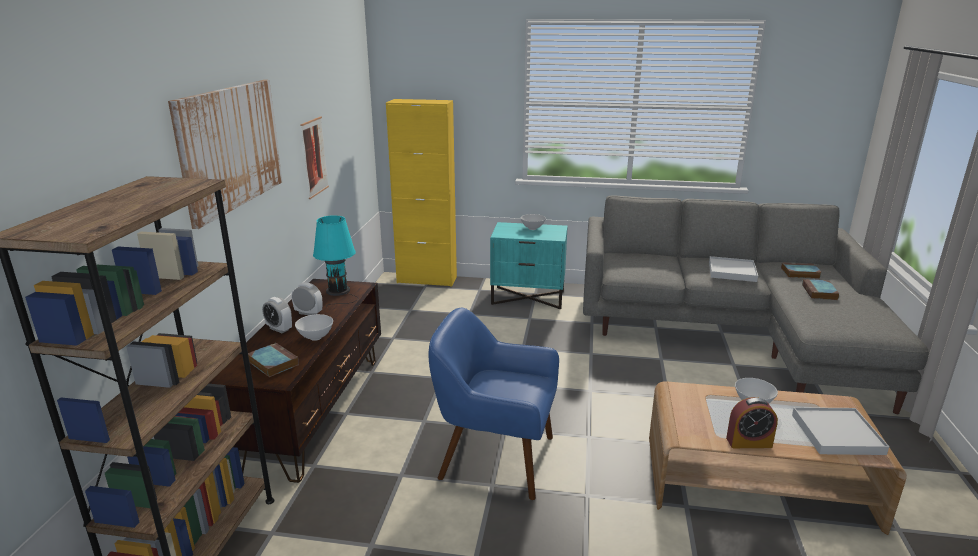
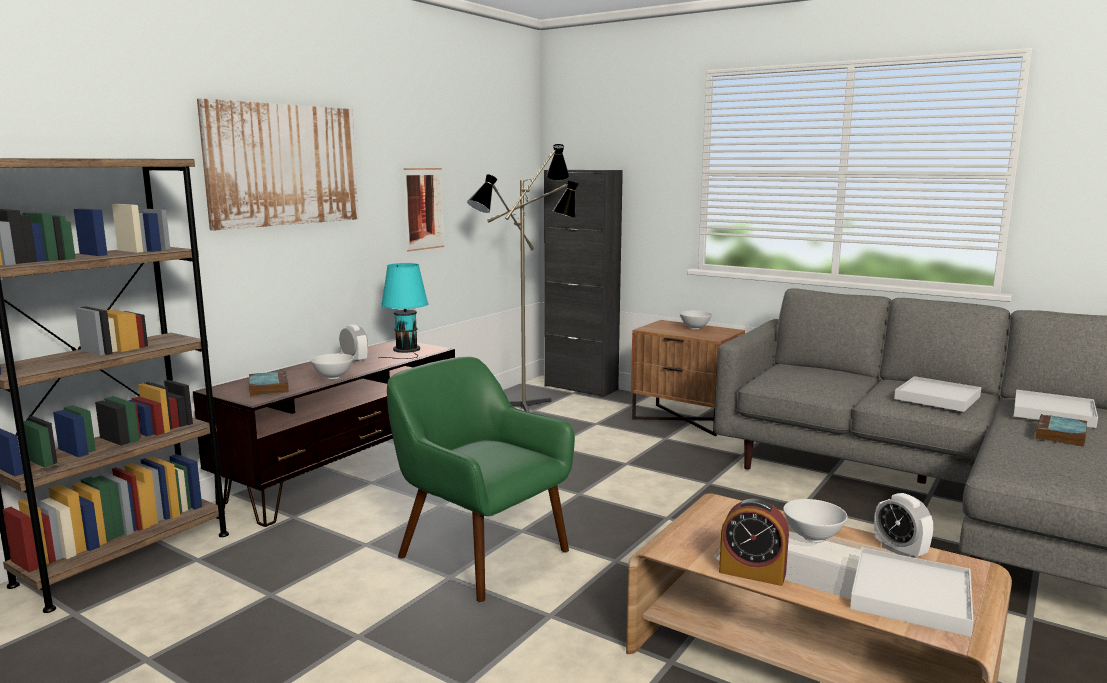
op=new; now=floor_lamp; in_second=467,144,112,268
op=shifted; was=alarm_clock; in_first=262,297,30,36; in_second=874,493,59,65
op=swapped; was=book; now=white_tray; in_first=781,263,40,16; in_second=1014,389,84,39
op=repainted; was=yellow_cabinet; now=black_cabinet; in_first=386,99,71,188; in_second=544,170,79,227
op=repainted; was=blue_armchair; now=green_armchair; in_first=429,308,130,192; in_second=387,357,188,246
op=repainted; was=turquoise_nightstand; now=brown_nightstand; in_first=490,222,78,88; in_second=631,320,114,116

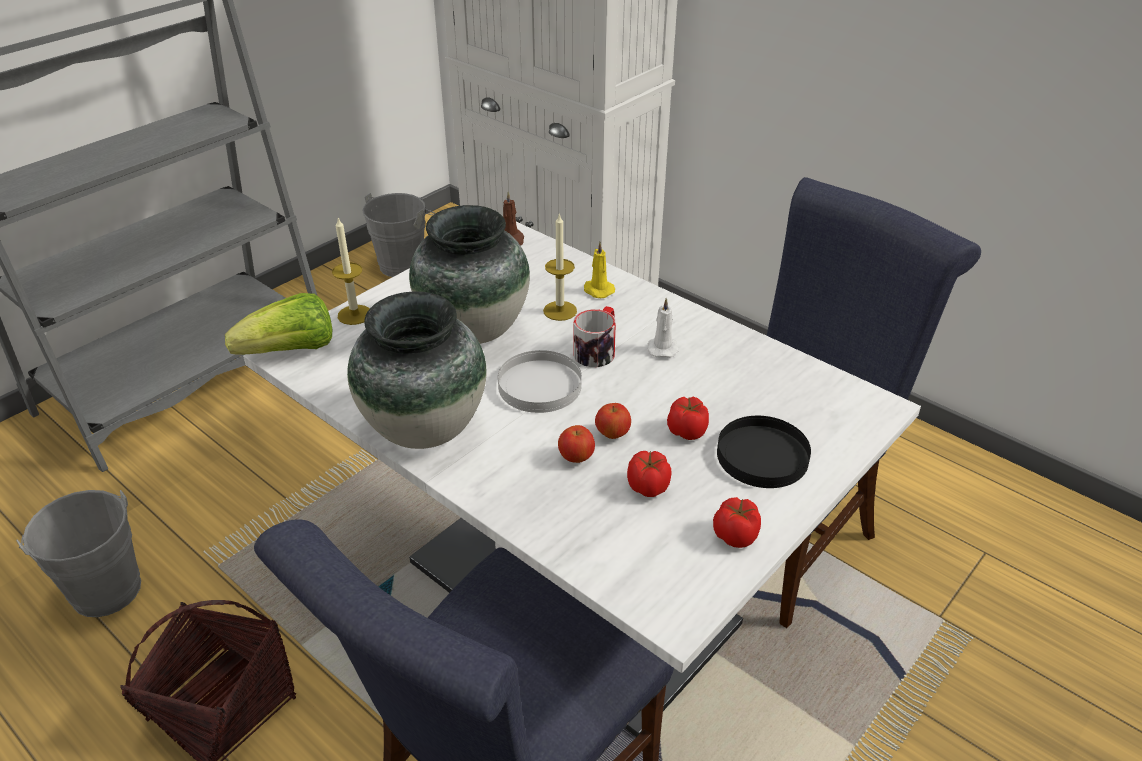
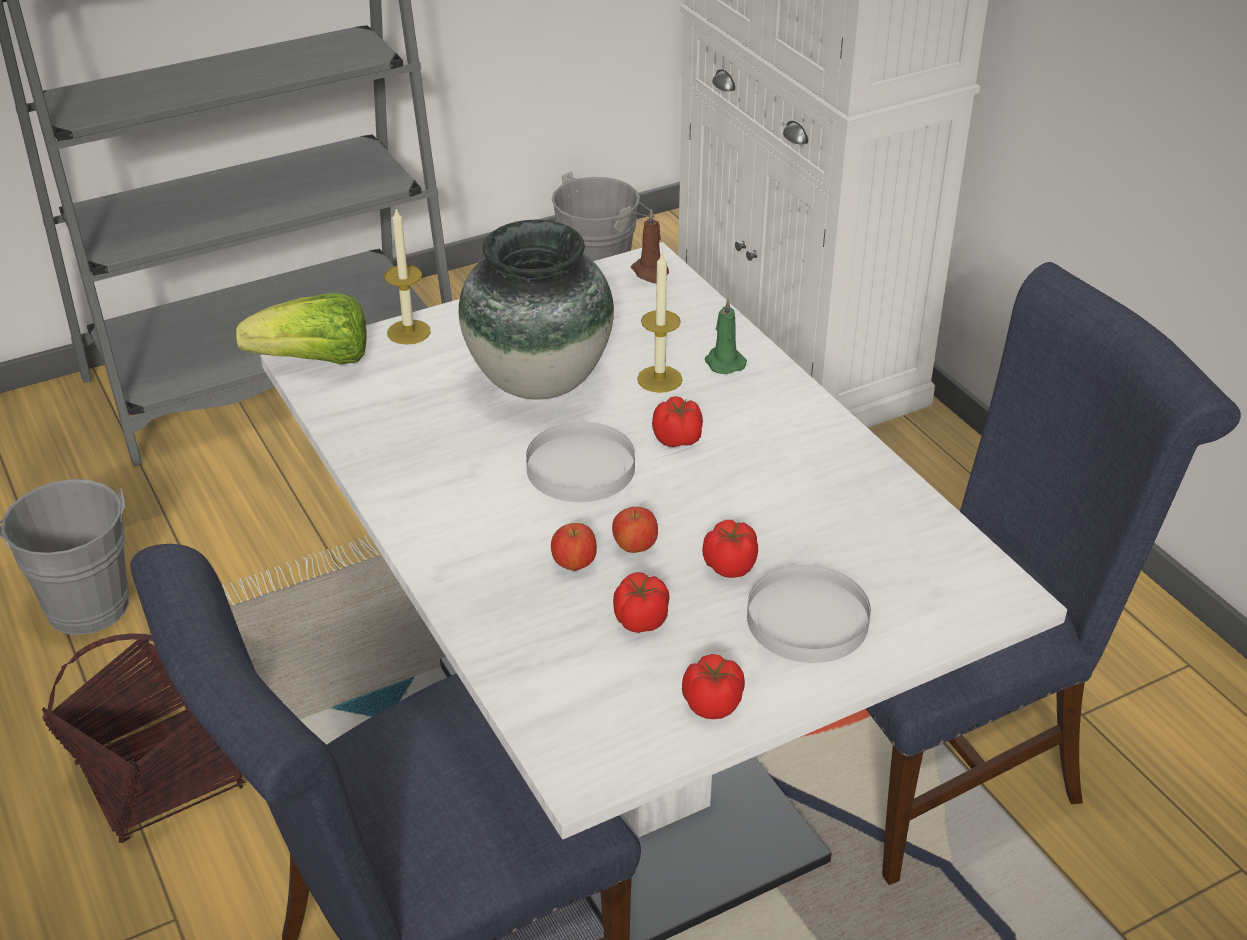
op=gone; was=vase; in_first=347,291,139,158
op=gone; was=white_candle; in_first=647,297,32,61
op=swapped; was=mug; now=tomato; in_first=574,306,42,61; in_second=652,396,51,51
op=repainted; was=yellow_candle; now=green_candle; in_first=584,242,31,56; in_second=705,298,42,76
op=repainted; was=black_plate; now=white_plate; in_first=717,416,94,72; in_second=747,565,124,98

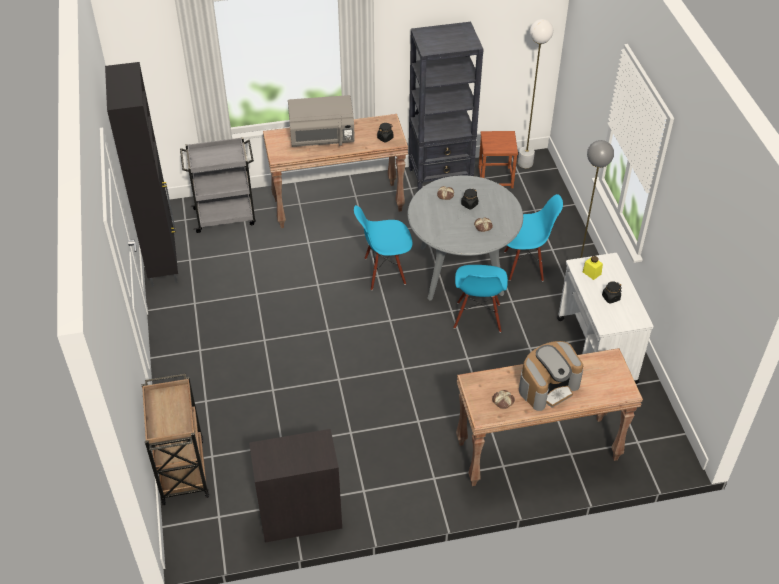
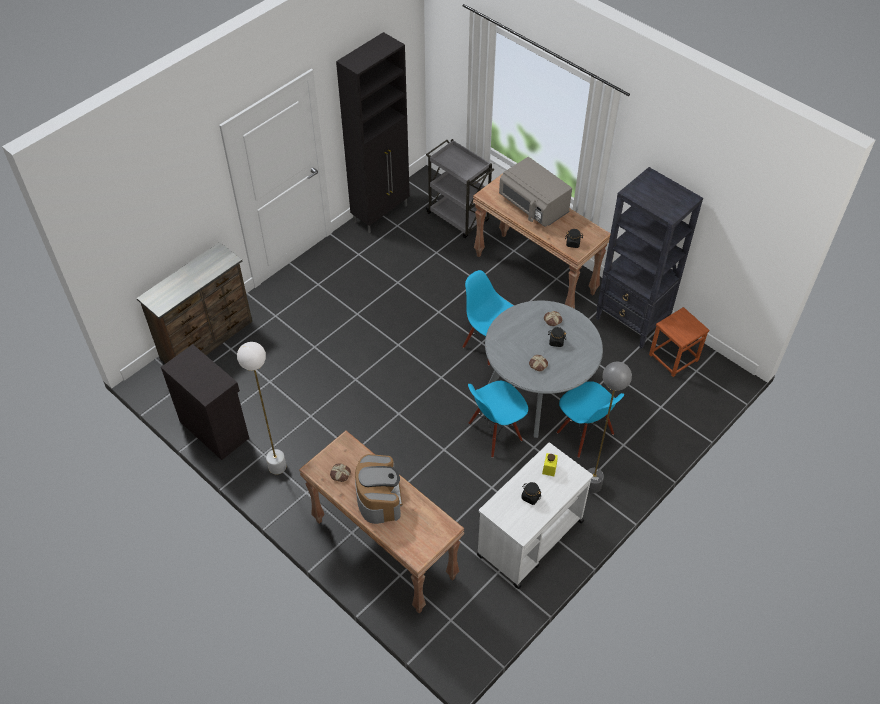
op=shifted; was=white_floor_lamp; in_first=518,19,35,149; in_second=237,342,49,132
op=swapped; was=brown_cart; now=brown_dresser; in_first=142,374,67,131; in_second=137,242,115,122
op=rotated; was=coffee_machine; in_first=519,341,64,70; in_second=355,454,48,70; clockwise=-120

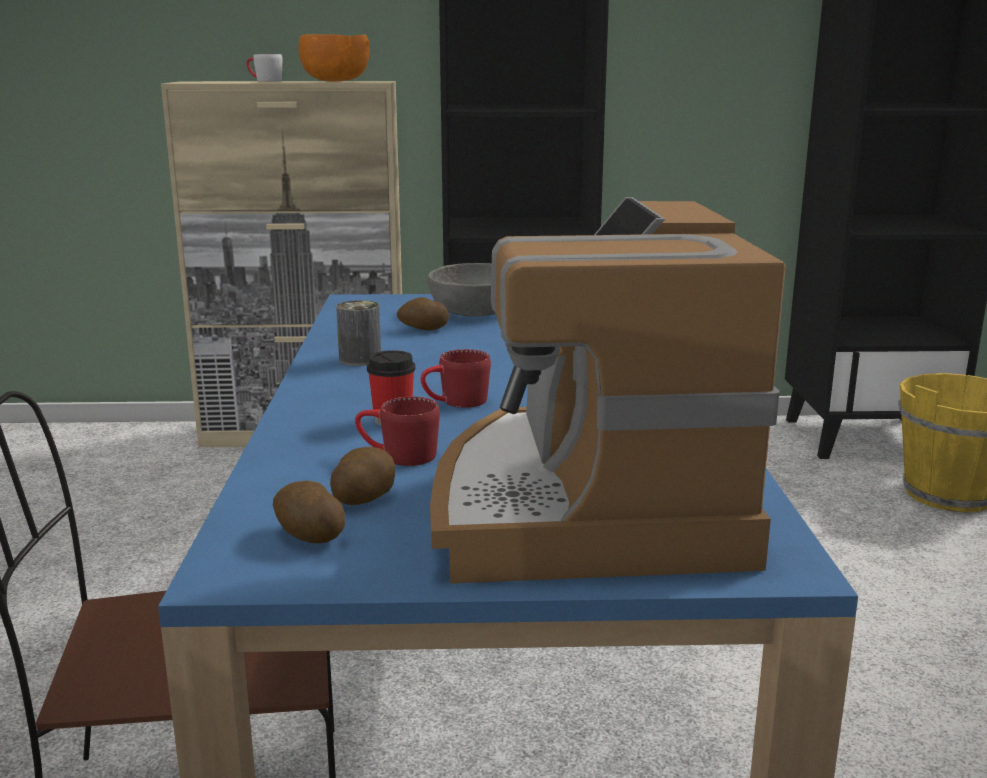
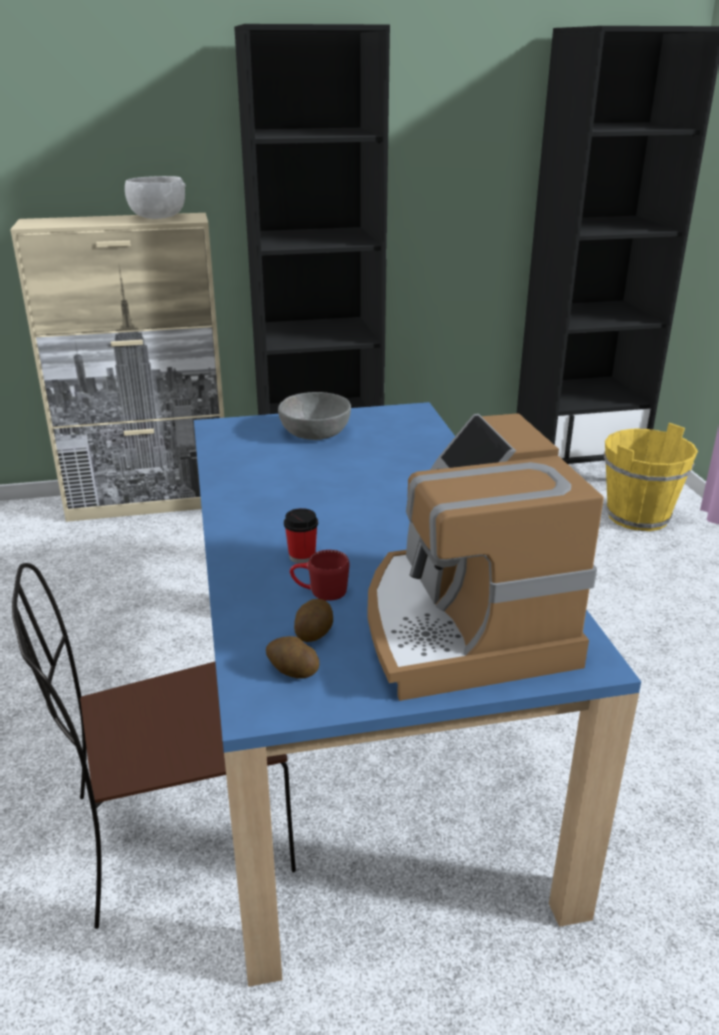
op=gone; was=white_mug; in_first=246,54,36,28
op=gone; was=can; in_first=336,300,45,66
op=gone; was=potato; in_first=397,297,52,34
op=gone; was=red_mug; in_first=421,349,70,59
op=repainted; was=orange_bowl; now=white_bowl; in_first=298,34,72,47; in_second=125,176,61,43

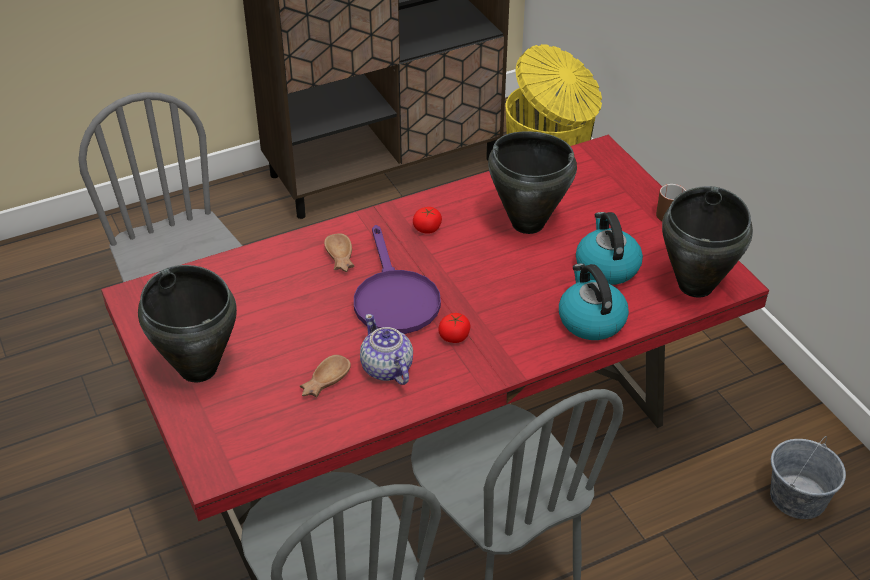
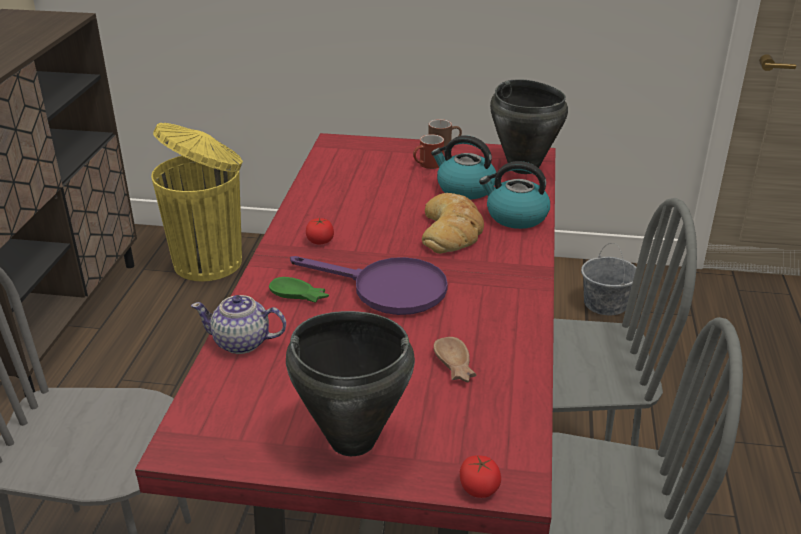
op=gone; was=black_cooking_pot; in_first=488,131,89,103
op=new; now=red_mug; in_second=413,134,31,35
op=new; now=bread; in_second=422,193,62,61
op=shifted; was=teapot; in_first=360,314,53,71; in_second=191,295,95,59
op=shifted; was=tomato; in_first=439,313,31,30; in_second=460,455,41,43
op=repainted; was=brown_bowl; now=green_bowl; in_first=324,233,31,39; in_second=269,277,60,25

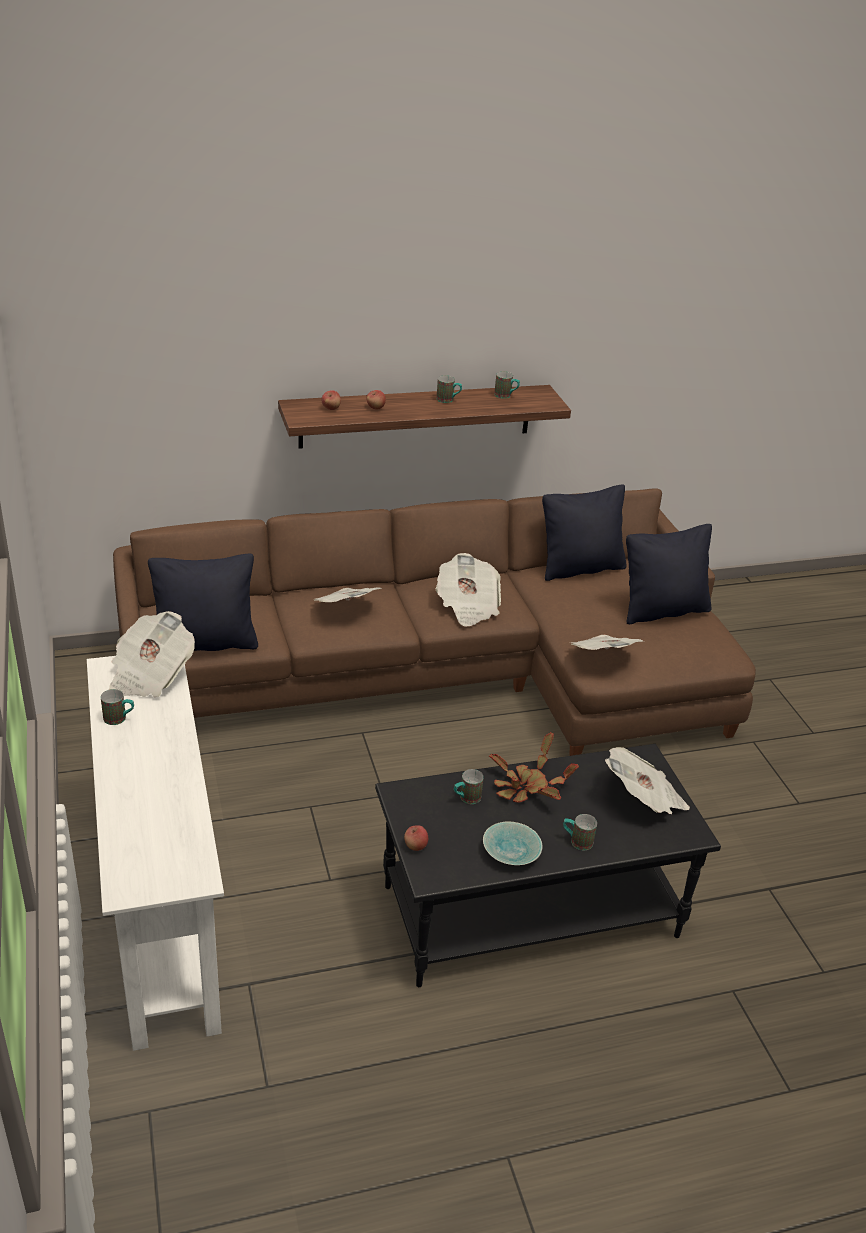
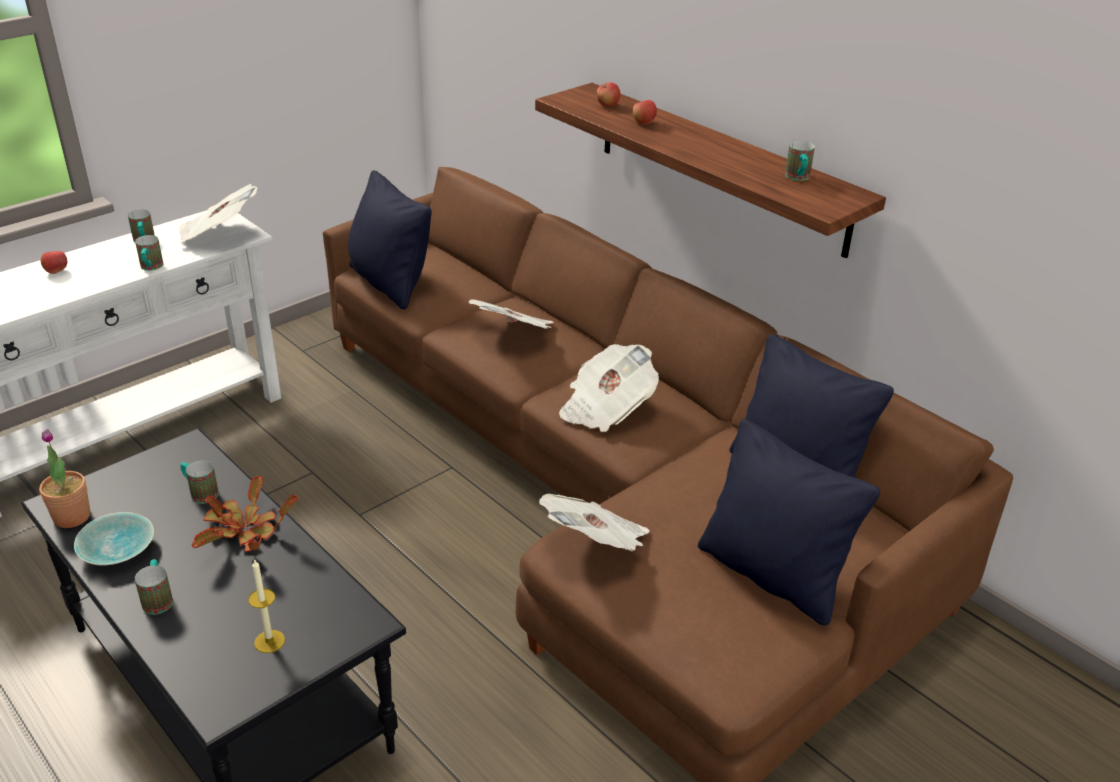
op=new; now=potted_plant; in_second=39,429,51,99
op=shifted; was=apple; in_first=404,825,24,26; in_second=41,251,26,23
op=shifted; was=mug; in_first=436,375,26,28; in_second=135,235,29,36
op=swapped; was=newspaper; now=candle; in_first=605,747,85,67; in_second=248,559,37,94

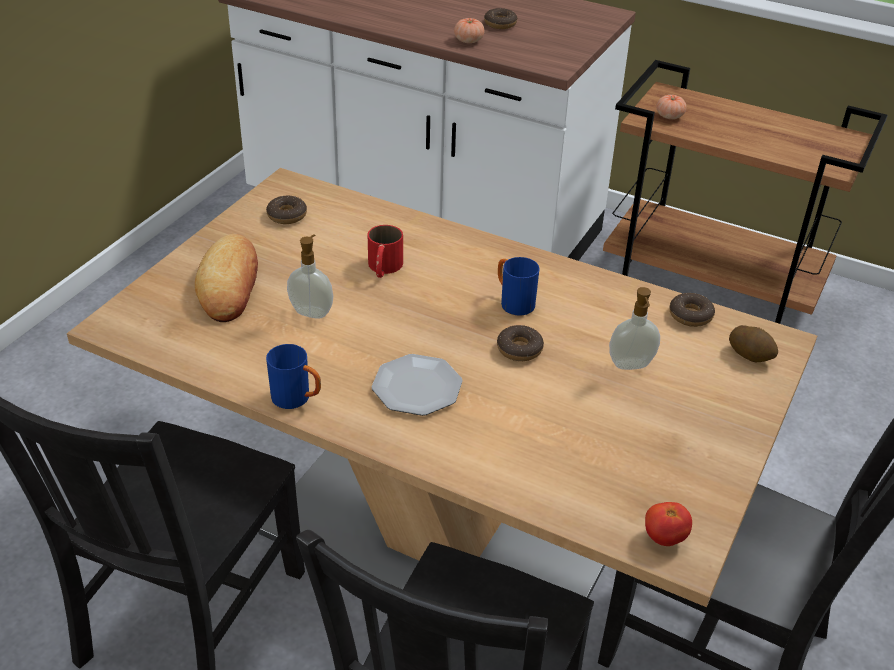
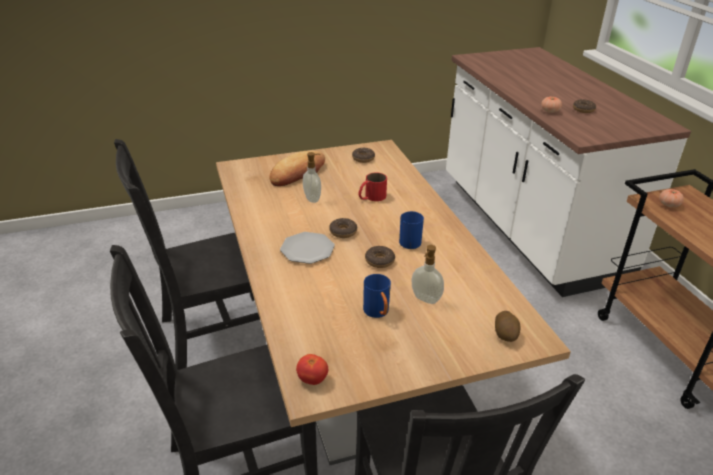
op=shifted; was=blue_mug; in_first=266,344,55,65; in_second=363,274,28,44
op=shifted; was=donut; in_first=669,293,46,34; in_second=329,218,28,20

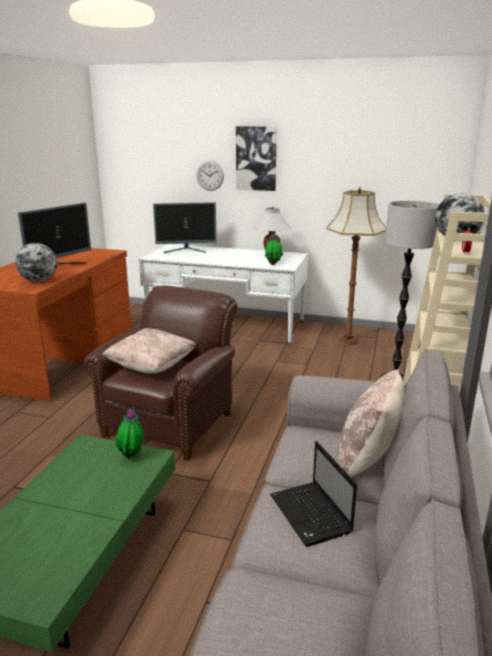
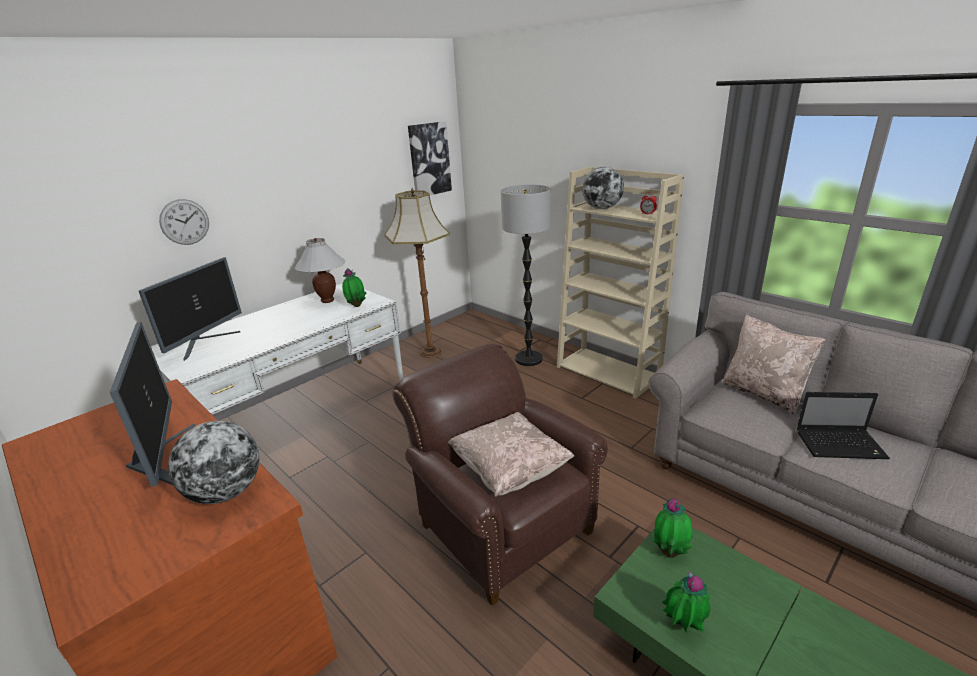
op=new; now=potted_plant; in_second=662,571,48,61
op=shifted; was=picture; in_first=236,126,41,65; in_second=408,121,44,74

